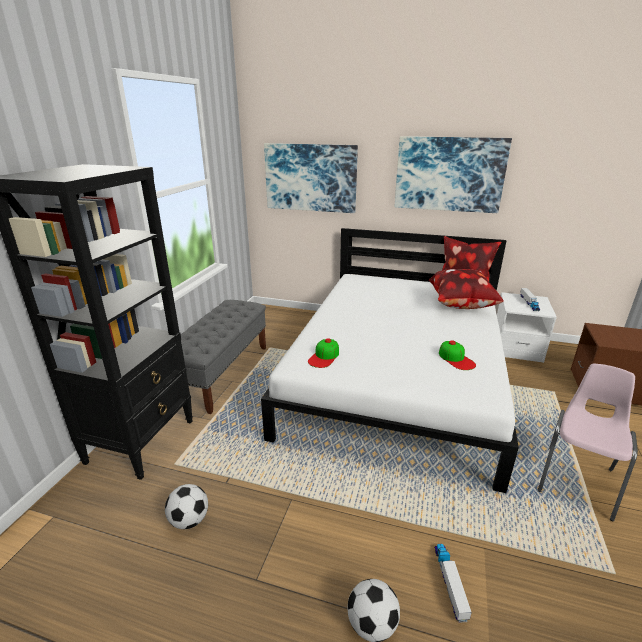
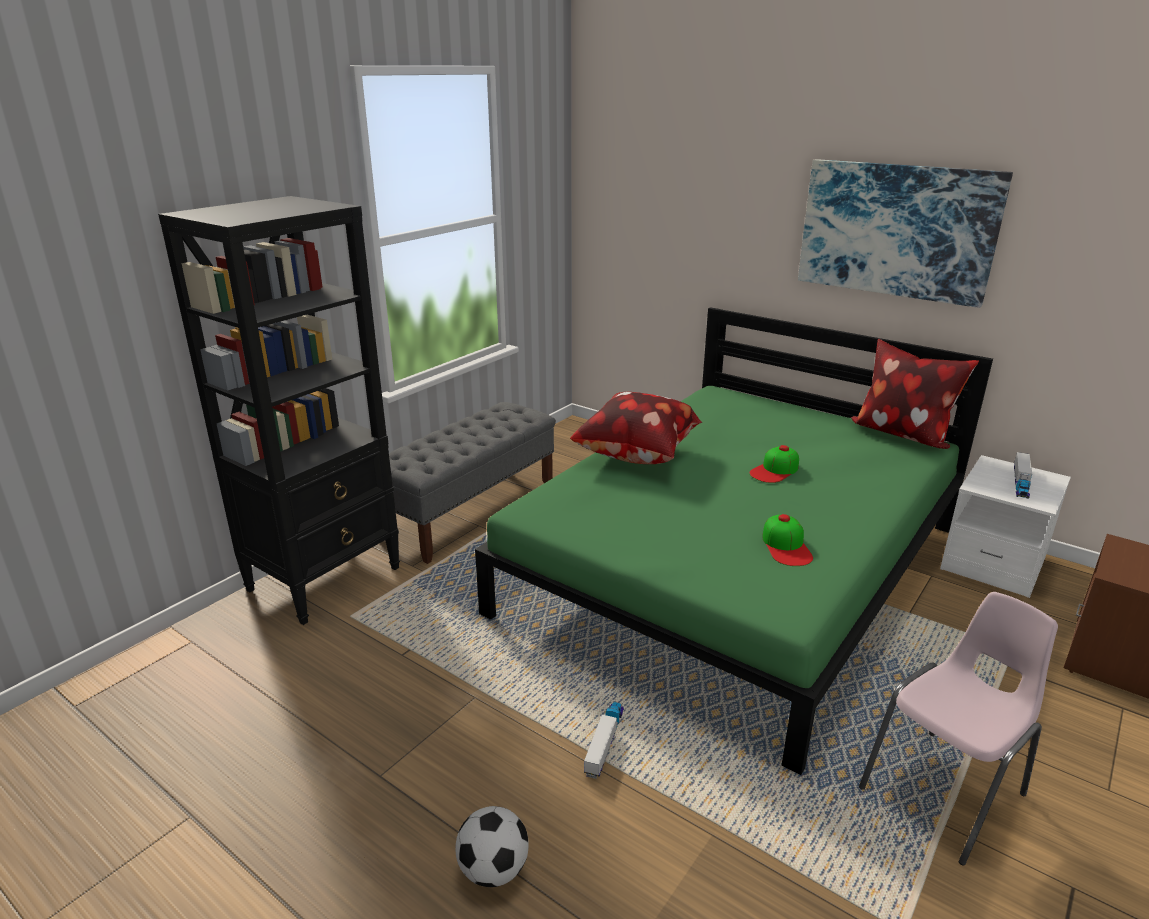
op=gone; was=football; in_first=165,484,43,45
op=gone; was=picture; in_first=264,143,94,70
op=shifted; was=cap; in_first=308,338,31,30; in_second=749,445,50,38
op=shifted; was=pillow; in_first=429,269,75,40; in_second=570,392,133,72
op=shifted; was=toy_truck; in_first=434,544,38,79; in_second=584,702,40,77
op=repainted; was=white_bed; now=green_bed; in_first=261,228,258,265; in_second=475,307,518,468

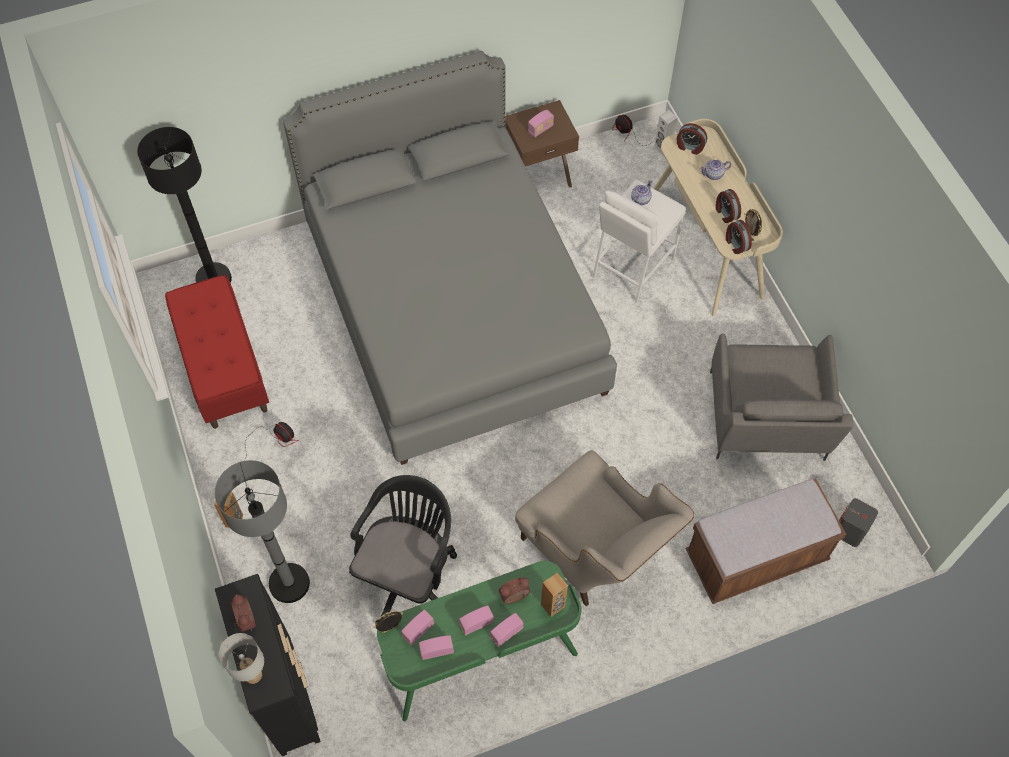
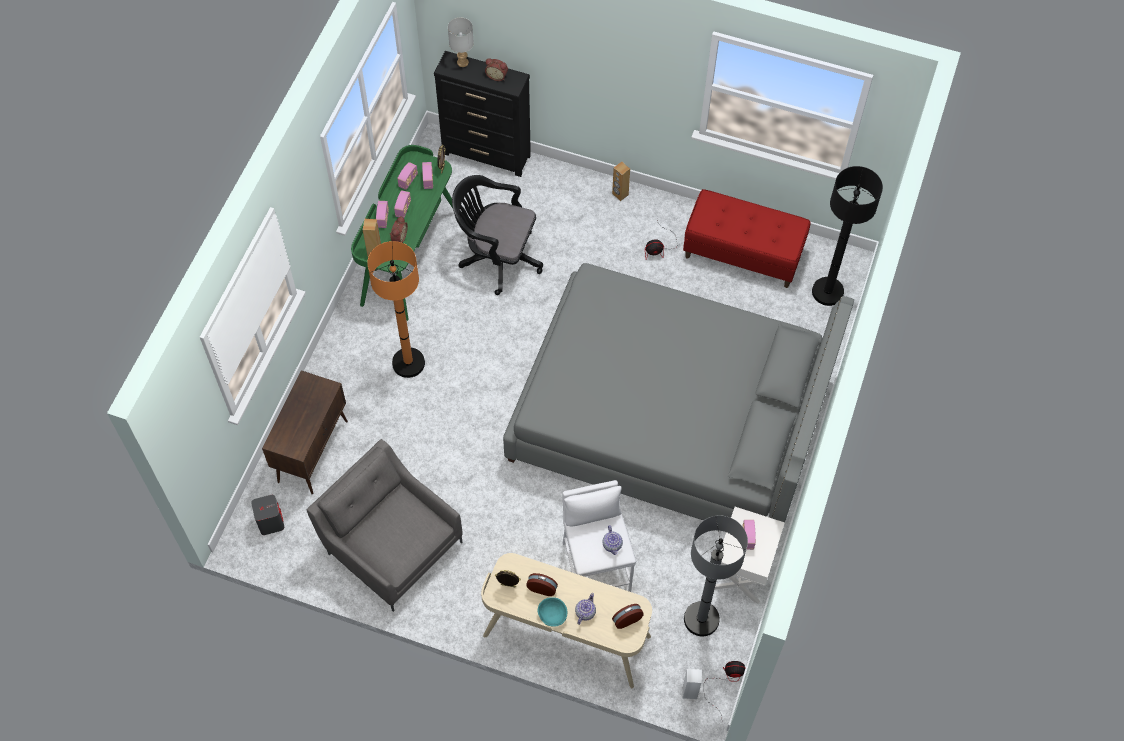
op=gone; was=alarm_clock; in_first=726,220,26,34
op=new; now=turquoise_bowl; in_second=537,597,31,30
op=shifted; was=grey_floor_lamp; in_first=215,460,95,143; in_second=684,515,64,121
op=swapped; was=beige_armchair; now=orange_floor_lamp; in_first=515,450,179,157; in_second=367,241,58,137
op=swapped; was=brown_bench; now=brown_cabinet; in_first=686,479,160,125; in_second=262,370,86,124
op=repainted; was=brown_nightstand; now=white_nightstand; in_first=506,100,73,88; in_second=715,507,70,97
op=rotated; was=black_office_chair; in_first=349,475,108,148; in_second=452,175,91,120; clockwise=135

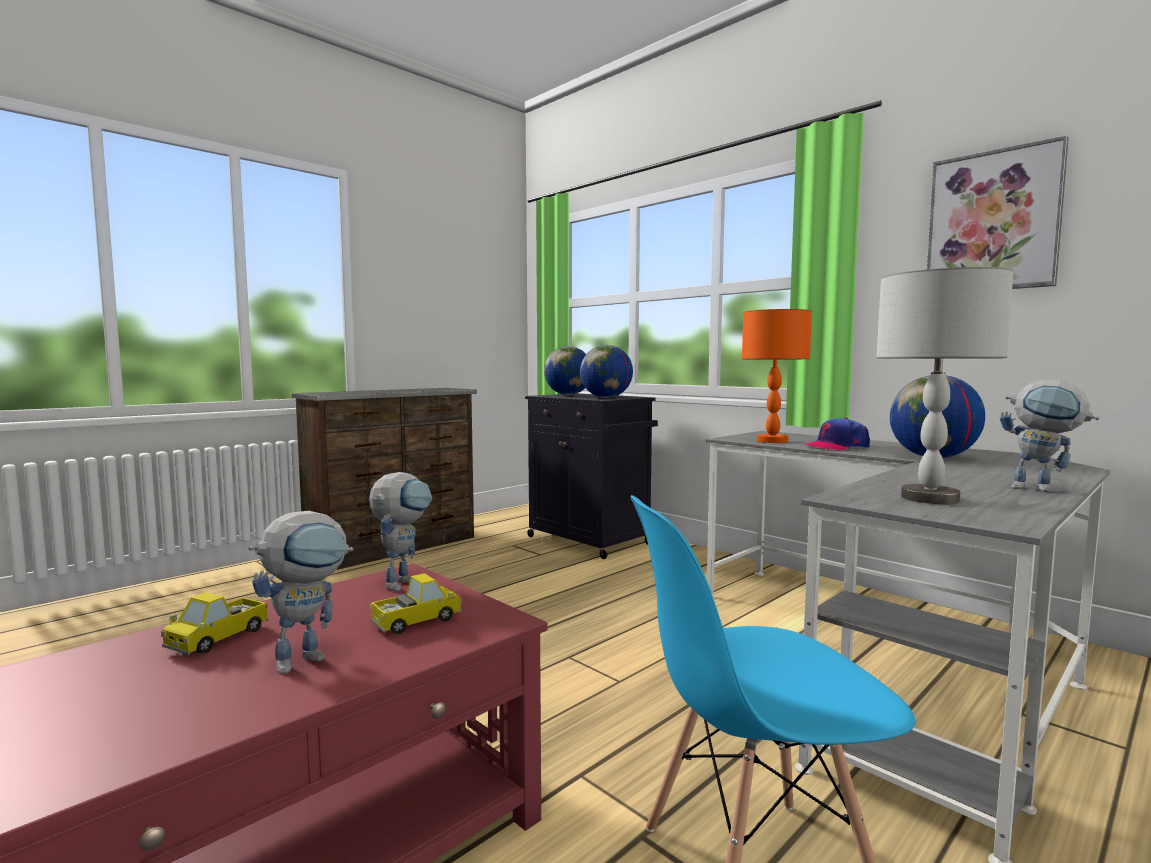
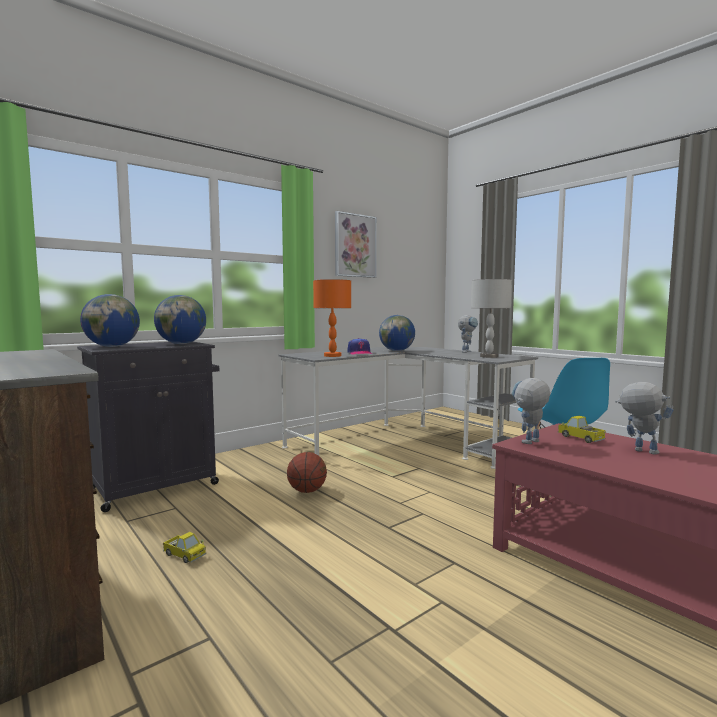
op=new; now=basketball; in_second=287,452,40,41
op=shifted; was=toy_truck; in_first=161,592,108,63; in_second=163,532,43,31
op=rotated; was=toy_robot; in_first=369,472,63,119; in_second=511,378,39,66; clockwise=-60

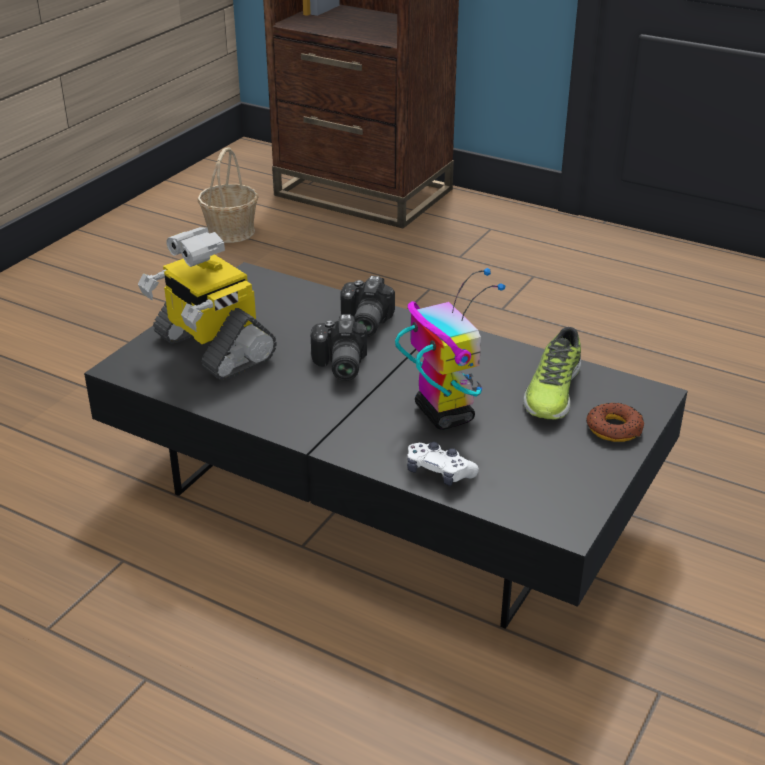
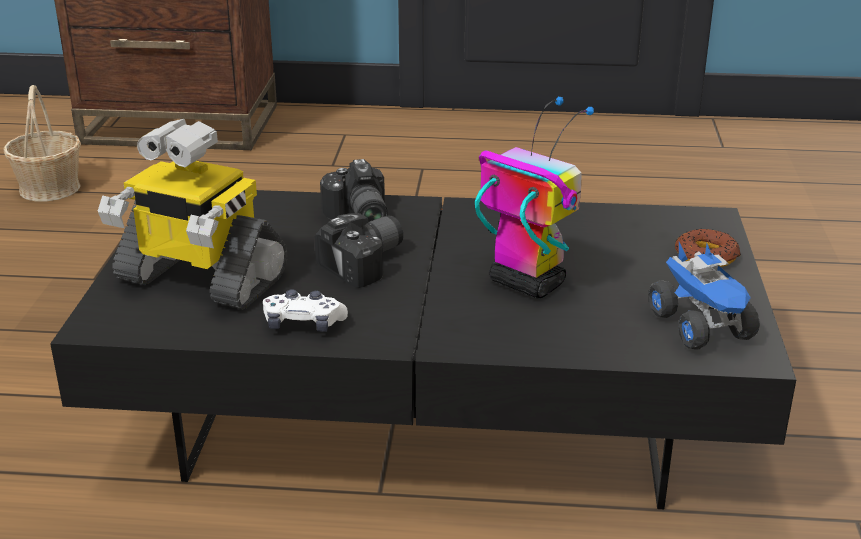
op=gone; was=shoe; in_first=523,327,58,93
op=new; now=toy_truck; in_second=649,242,111,108
op=shifted; was=white_game_controller; in_first=407,442,72,44; in_second=263,289,85,43
op=rotated; was=photo_camera; in_first=311,314,56,67; in_second=315,213,88,75; clockwise=-105

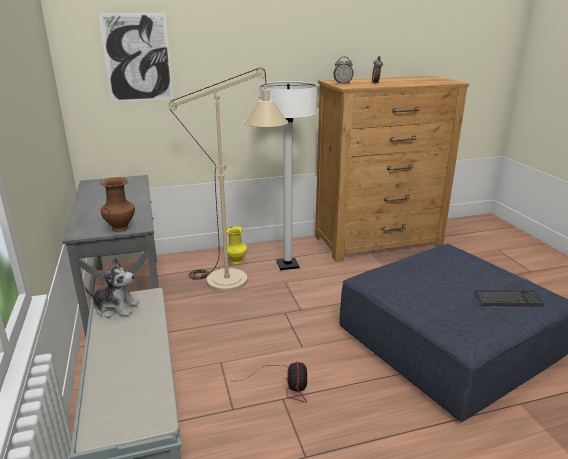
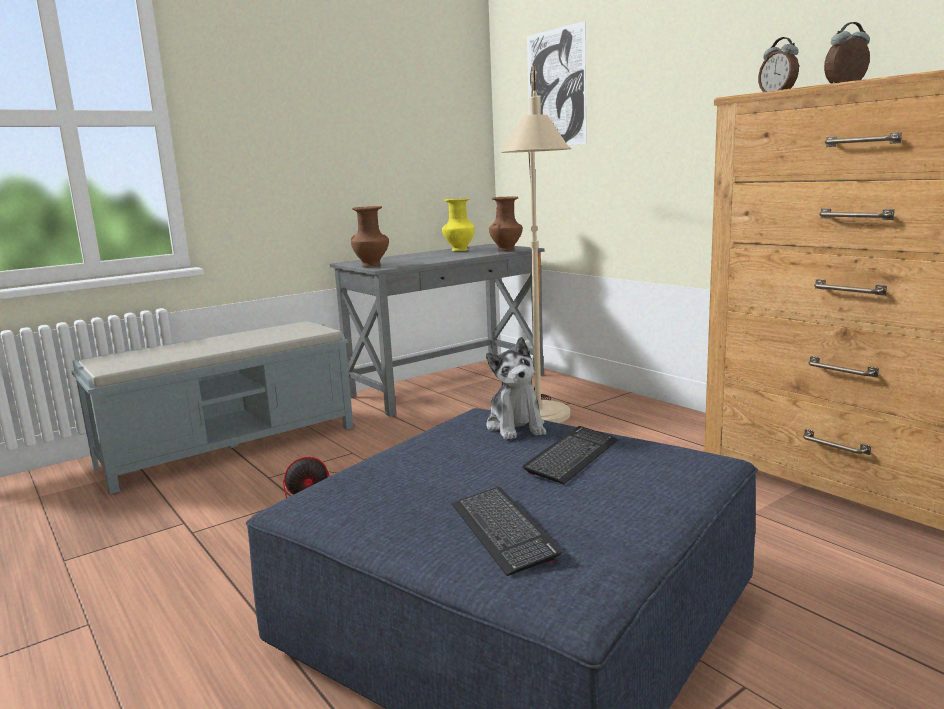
op=gone; was=white_floor_lamp; in_first=259,81,59,189
op=new; now=brown_vase; in_second=489,196,34,55
op=new; now=keyboard; in_second=523,426,95,58
op=shifted; was=plush_toy; in_first=85,258,54,60; in_second=486,337,60,103
op=shifted; was=yellow_vase; in_first=226,226,21,38; in_second=442,198,33,53

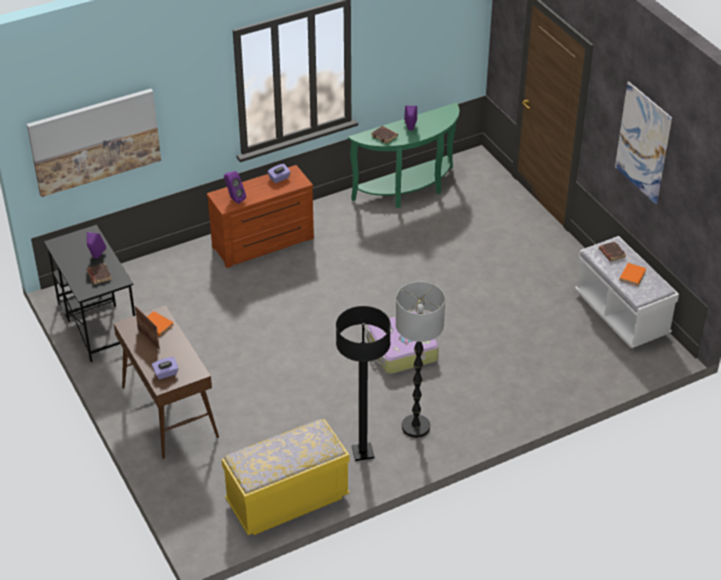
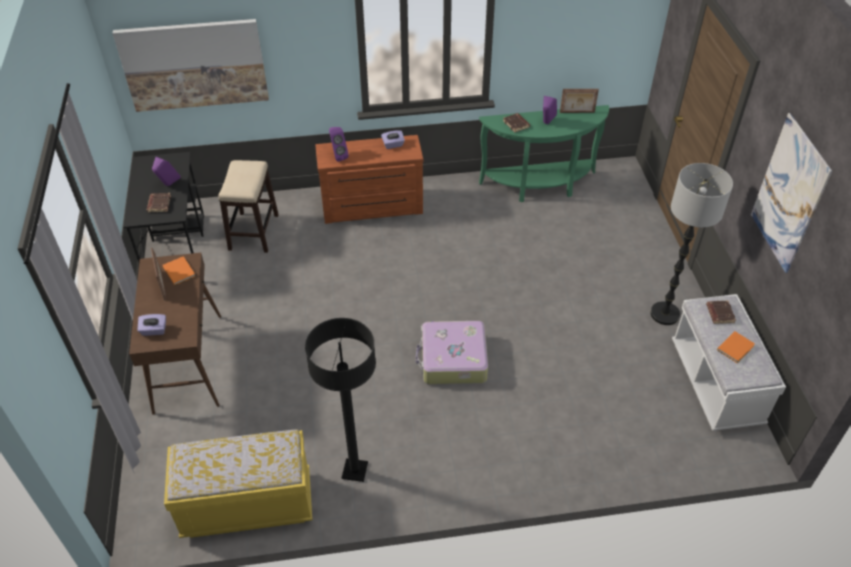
op=new; now=stool; in_second=218,160,61,93
op=new; now=picture_frame; in_second=560,89,39,24
op=shifted; was=floor_lamp; in_first=396,282,49,156; in_second=650,163,83,162

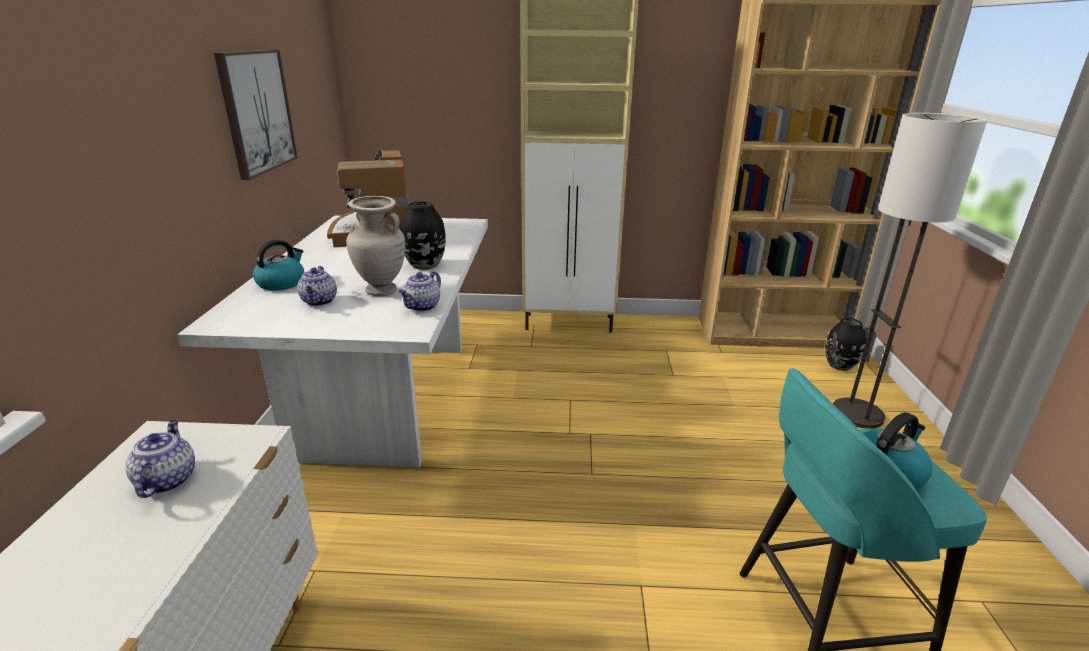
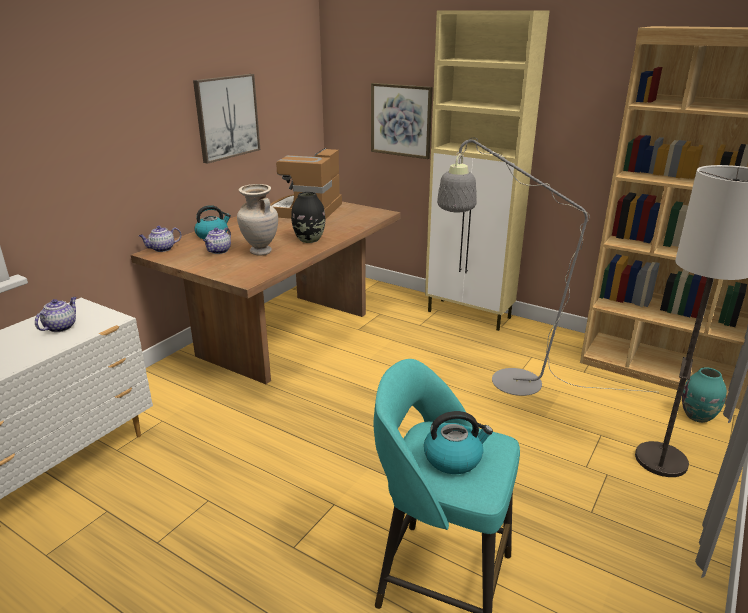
op=new; now=picture; in_second=371,83,62,76
op=new; now=grey_floor_lamp; in_second=437,138,218,258
op=shifted; was=teapot; in_first=399,272,42,39; in_second=139,226,42,26
op=repainted; was=white_dining_table; now=brown_dining_table; in_first=177,216,311,252; in_second=131,202,270,182
op=repainted; was=black_vase; now=turquoise_vase; in_first=825,318,42,53; in_second=682,367,45,56

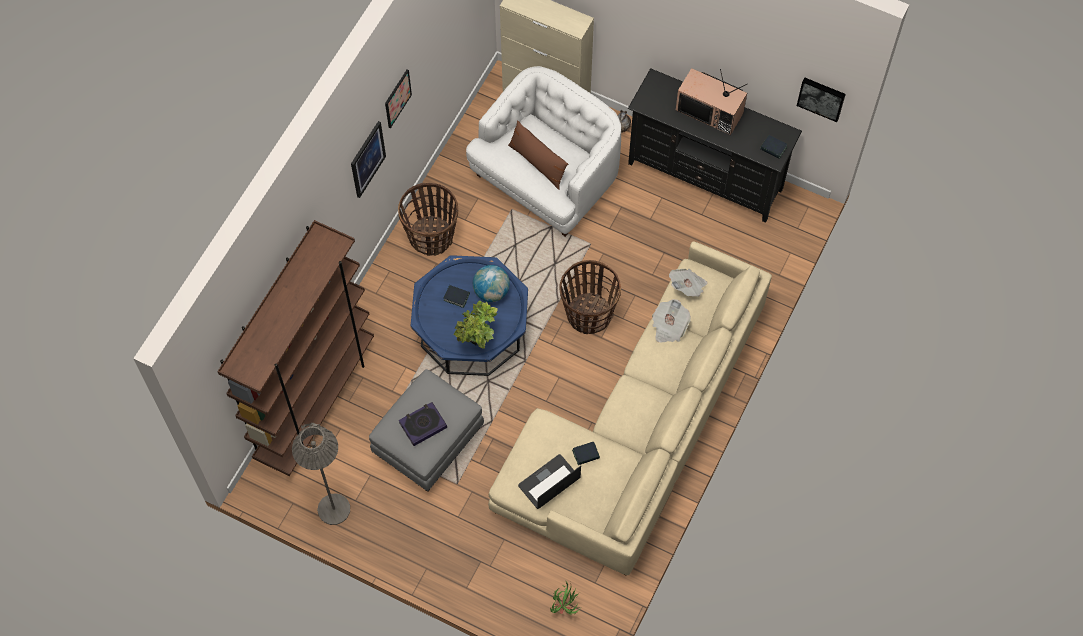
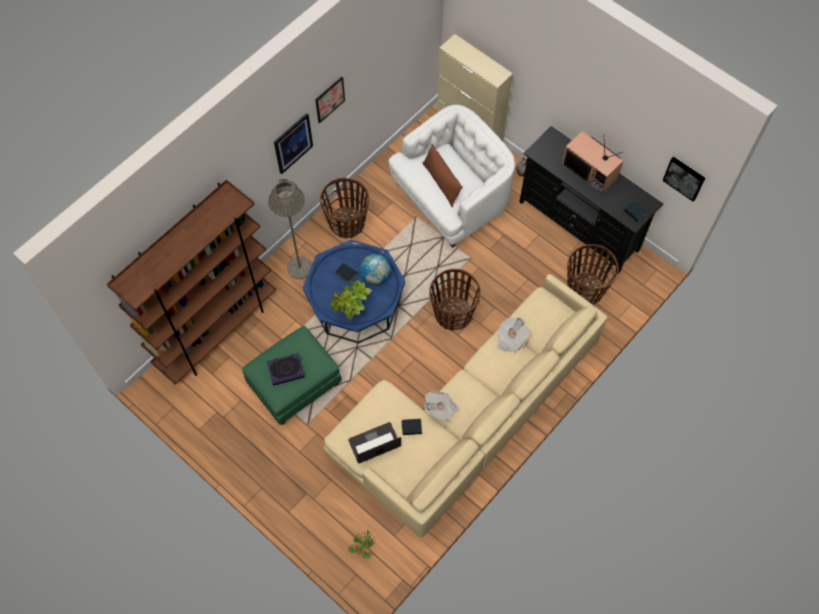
op=new; now=basket; in_second=567,244,52,61
op=shifted; was=grey_floor_lamp; in_first=292,423,58,102; in_second=268,179,44,100
op=shifted; was=newspaper; in_first=669,269,39,28; in_second=424,391,36,30
op=repainted; was=grey_ottoman; now=green_ottoman; in_first=369,369,115,123; in_second=242,326,100,99

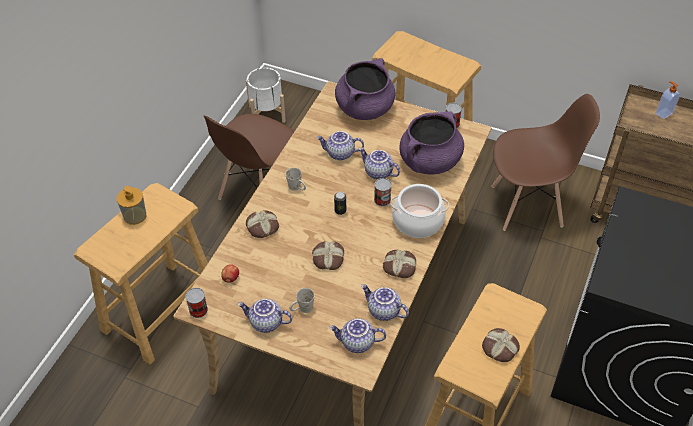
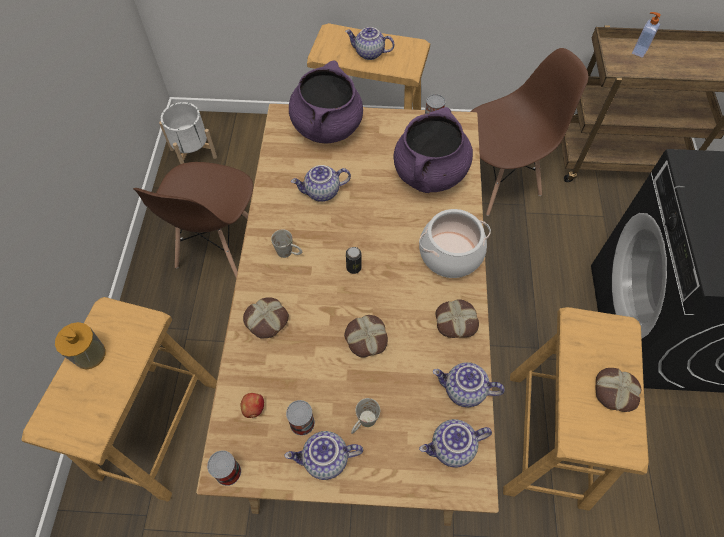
op=shifted; was=teapot; in_first=359,147,41,33; in_second=345,27,49,33
op=shifted; was=can; in_first=374,178,18,28; in_second=286,400,29,36

